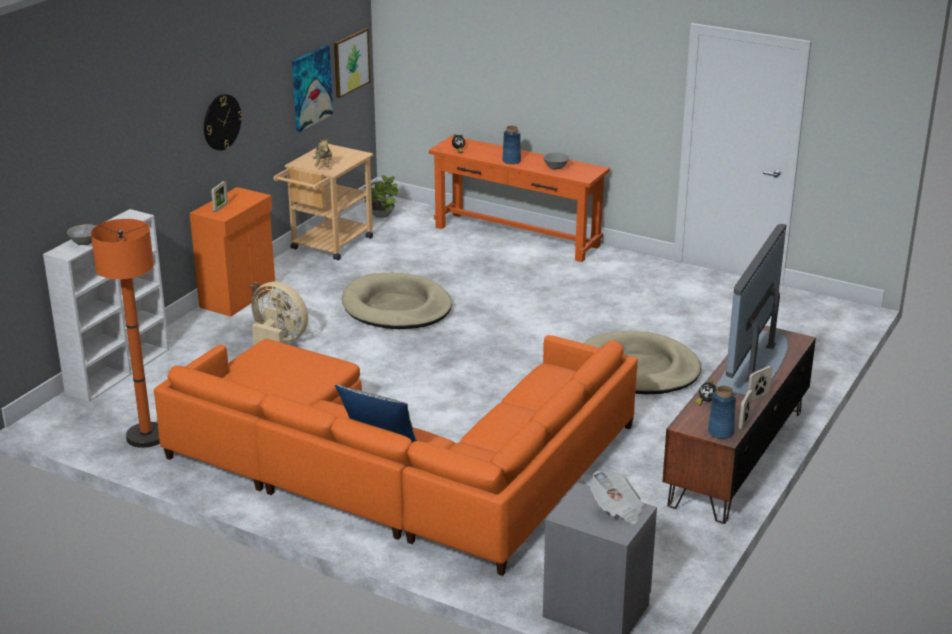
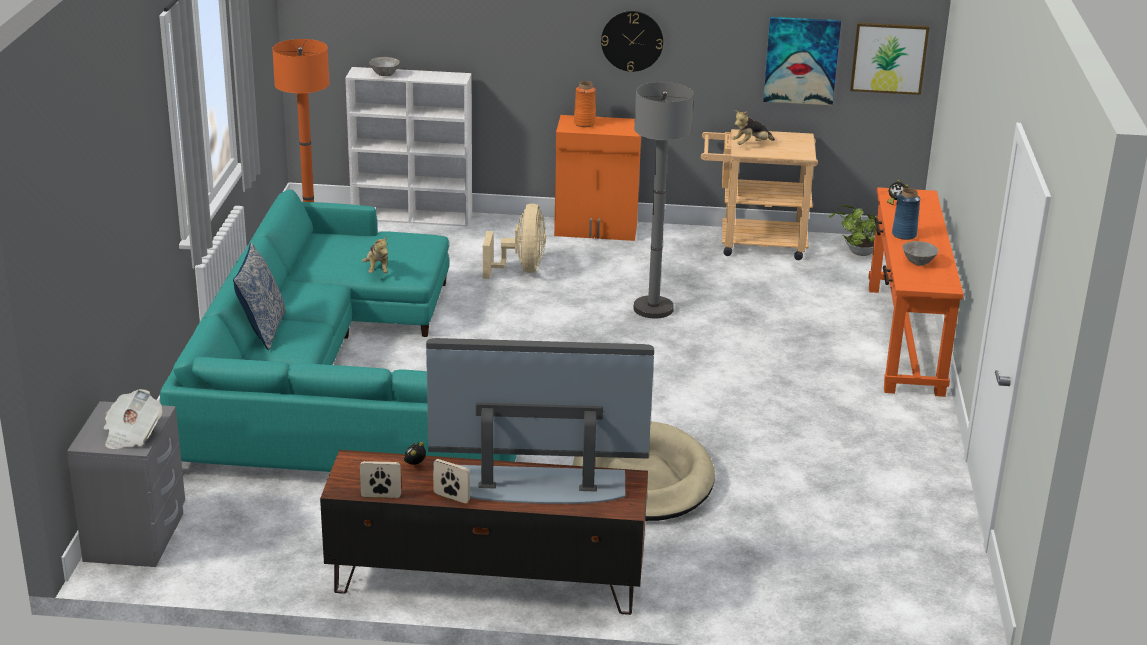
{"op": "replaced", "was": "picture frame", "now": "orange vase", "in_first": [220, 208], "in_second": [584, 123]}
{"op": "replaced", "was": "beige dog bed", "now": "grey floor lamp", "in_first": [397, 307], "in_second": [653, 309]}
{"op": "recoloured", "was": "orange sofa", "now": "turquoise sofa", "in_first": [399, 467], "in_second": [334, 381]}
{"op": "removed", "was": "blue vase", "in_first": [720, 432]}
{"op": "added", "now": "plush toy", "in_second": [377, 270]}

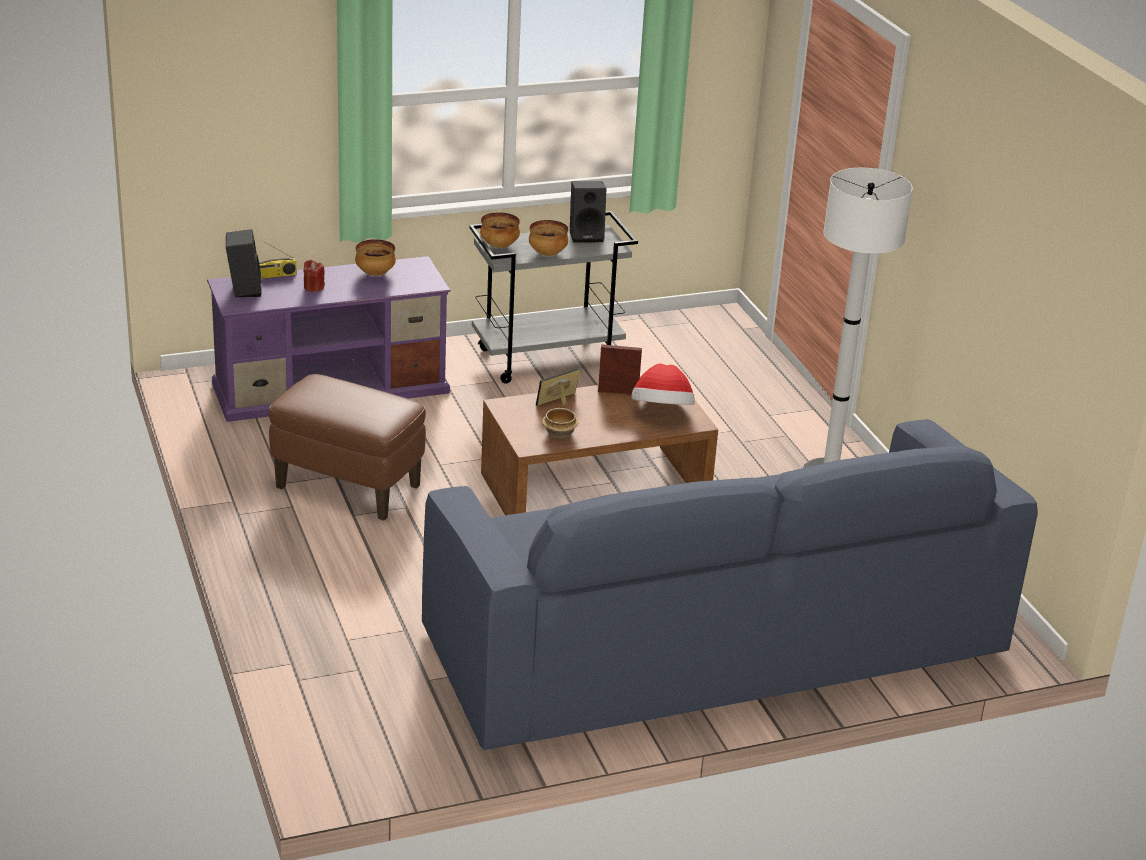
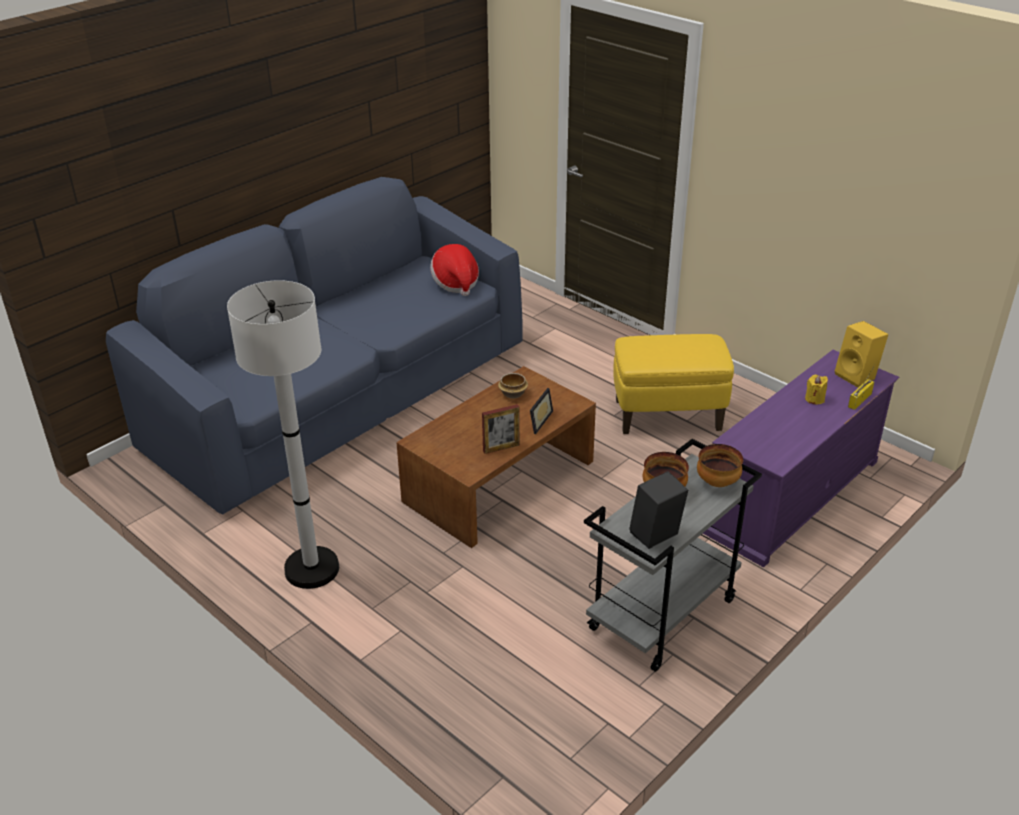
{"op": "recoloured", "was": "black speaker", "now": "yellow speaker", "in_first": [243, 289], "in_second": [857, 376]}
{"op": "removed", "was": "bowl", "in_first": [375, 274]}
{"op": "recoloured", "was": "red candle", "now": "yellow candle", "in_first": [313, 287], "in_second": [814, 399]}
{"op": "moved", "was": "hat", "in_first": [662, 412], "in_second": [455, 283]}
{"op": "recoloured", "was": "brown ottoman", "now": "yellow ottoman", "in_first": [349, 487], "in_second": [667, 415]}

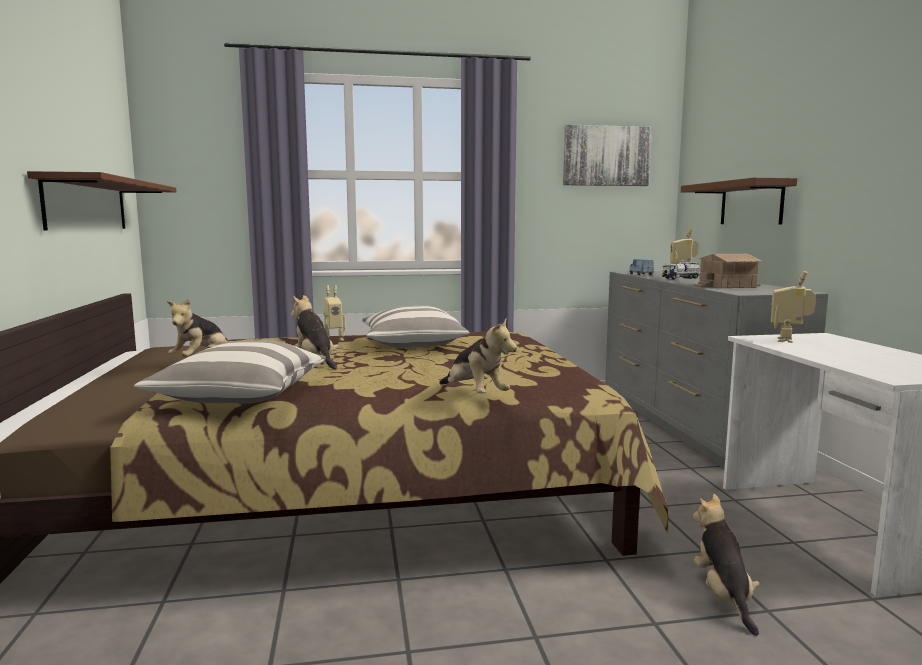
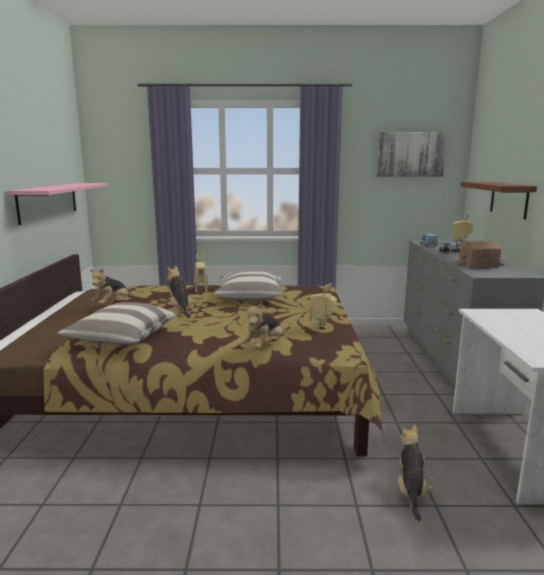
{"op": "recoloured", "was": "brown shelf", "now": "pink shelf", "in_first": [87, 205], "in_second": [48, 201]}
{"op": "moved", "was": "toy robot", "in_first": [789, 340], "in_second": [322, 329]}
{"op": "turned", "was": "plush toy", "in_first": [474, 395], "in_second": [264, 346], "clockwise": 60}

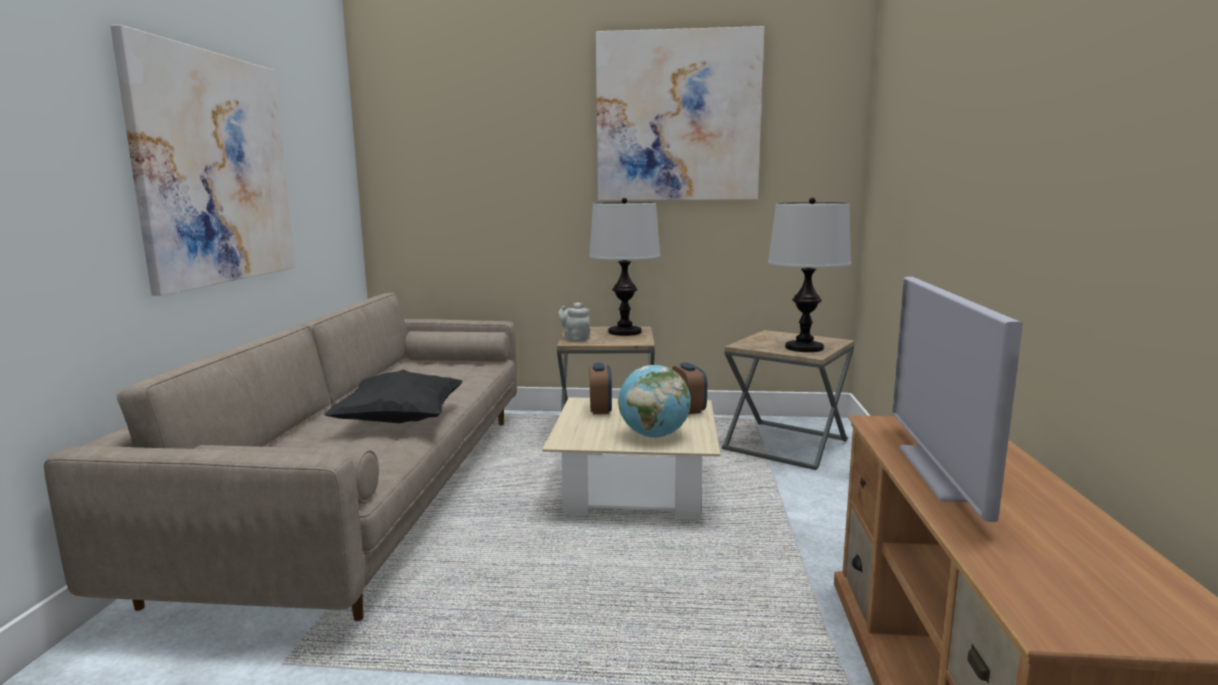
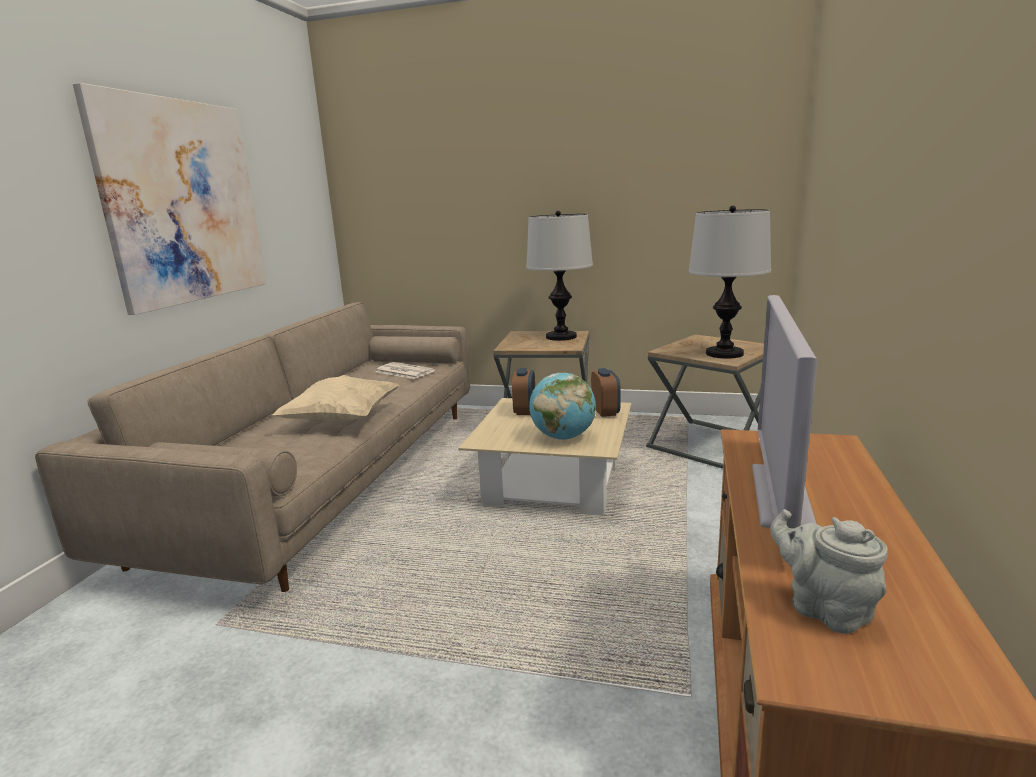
{"op": "removed", "was": "picture", "in_first": [677, 117]}
{"op": "moved", "was": "grey teapot", "in_first": [575, 338], "in_second": [824, 609]}
{"op": "recoloured", "was": "black pillow", "now": "beige pillow", "in_first": [400, 421], "in_second": [342, 420]}
{"op": "added", "now": "newspaper", "in_second": [403, 371]}

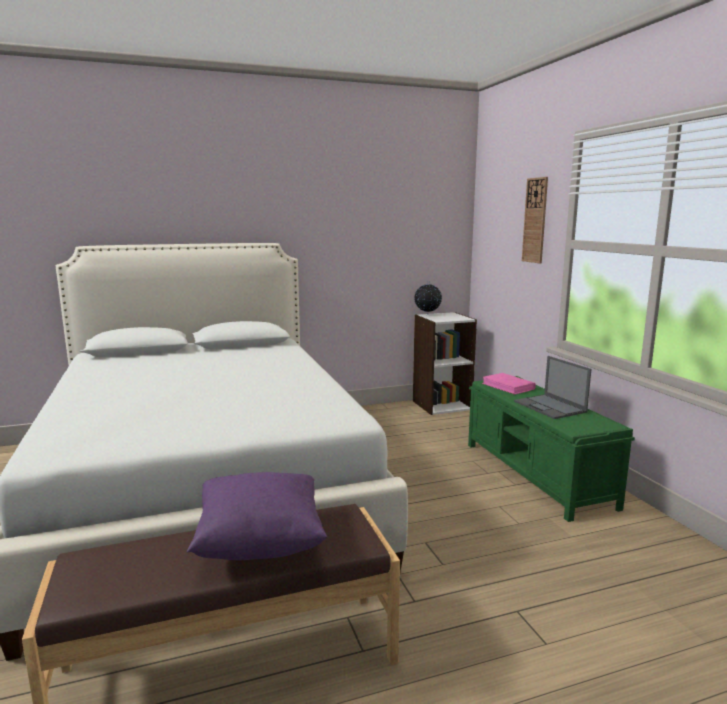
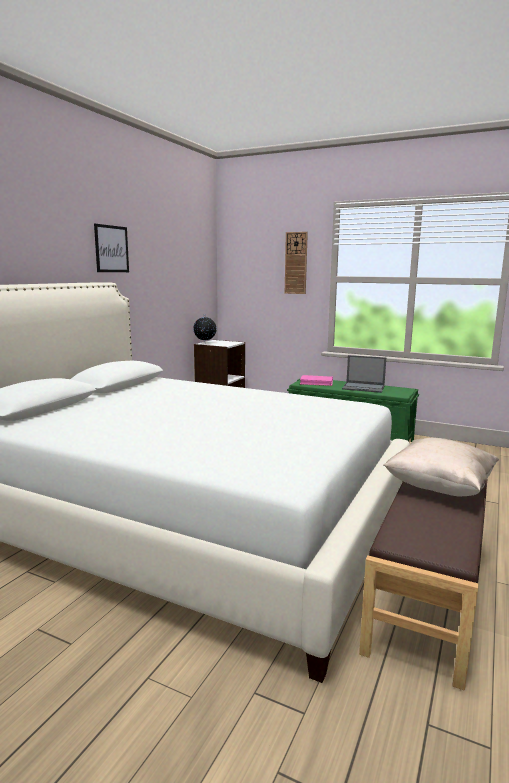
{"op": "recoloured", "was": "purple pillow", "now": "beige pillow", "in_first": [260, 543], "in_second": [439, 488]}
{"op": "added", "now": "picture", "in_second": [111, 249]}

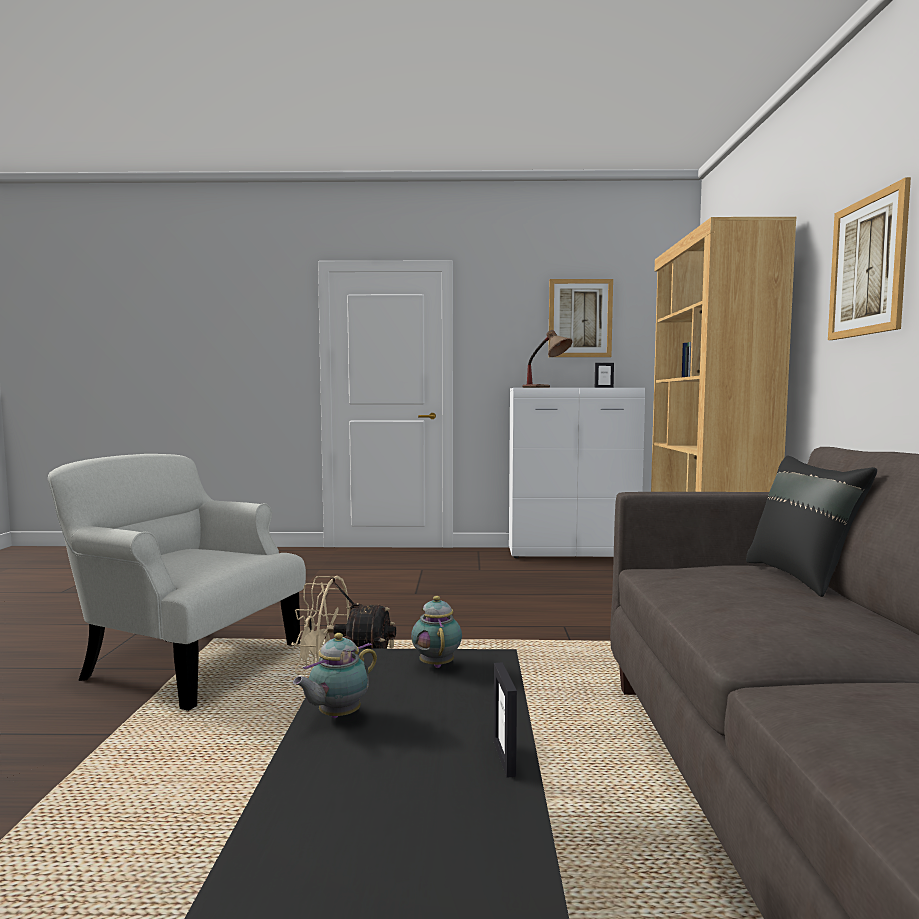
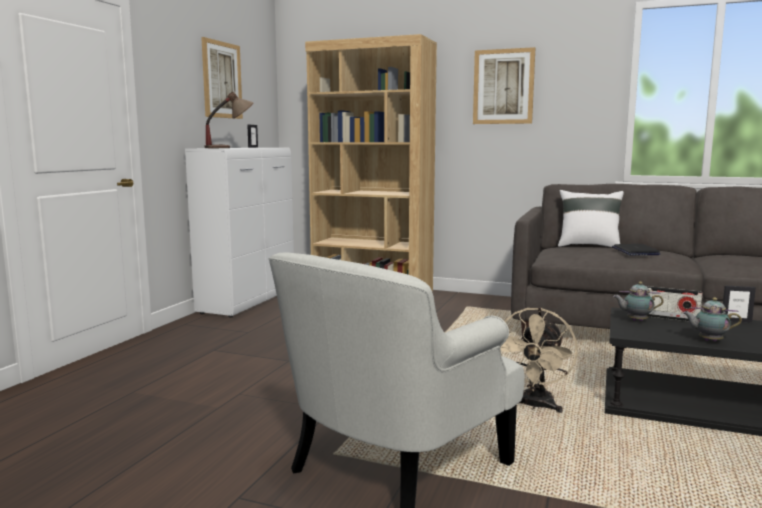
{"op": "recoloured", "was": "black pillow", "now": "white pillow", "in_first": [802, 577], "in_second": [588, 246]}
{"op": "turned", "was": "teapot", "in_first": [337, 716], "in_second": [708, 340], "clockwise": 135}
{"op": "added", "now": "laptop", "in_second": [635, 251]}
{"op": "added", "now": "radio", "in_second": [670, 318]}

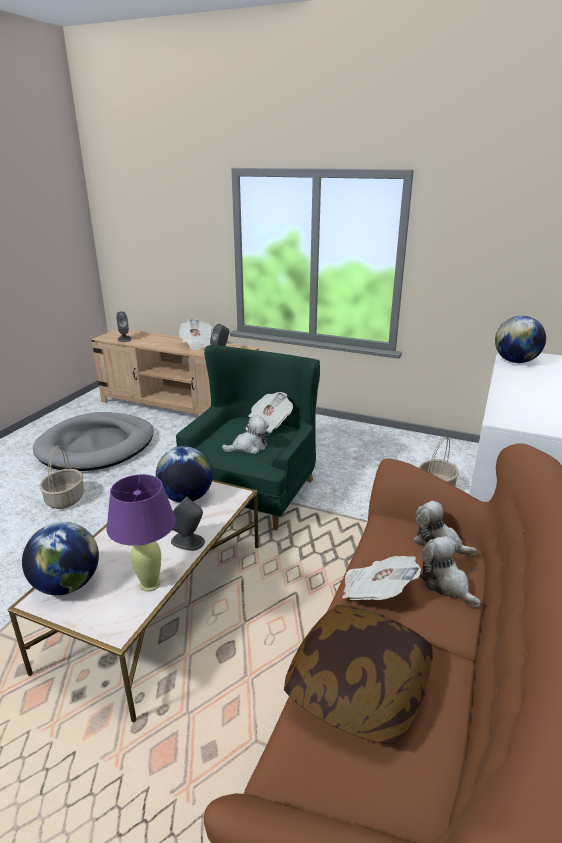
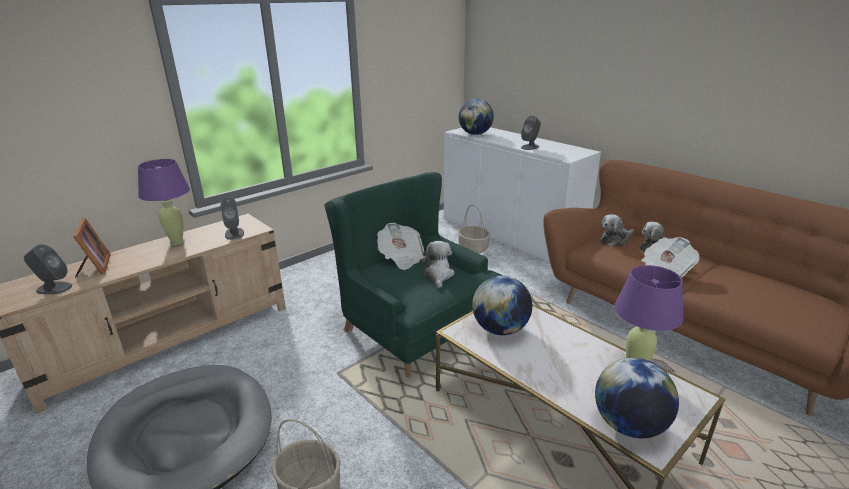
{"op": "replaced", "was": "newspaper", "now": "purple table lamp", "in_first": [197, 344], "in_second": [177, 241]}
{"op": "moved", "was": "grey speaker", "in_first": [188, 541], "in_second": [530, 147]}
{"op": "removed", "was": "pillow", "in_first": [358, 686]}
{"op": "added", "now": "picture frame", "in_second": [95, 267]}

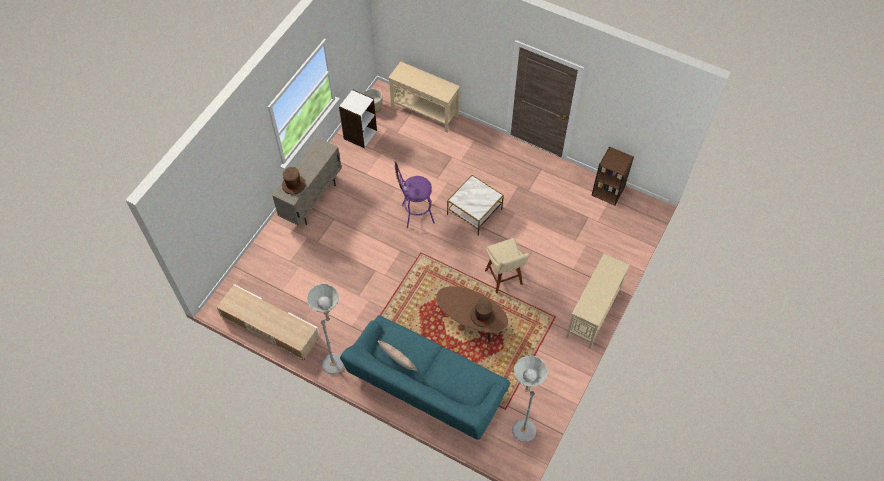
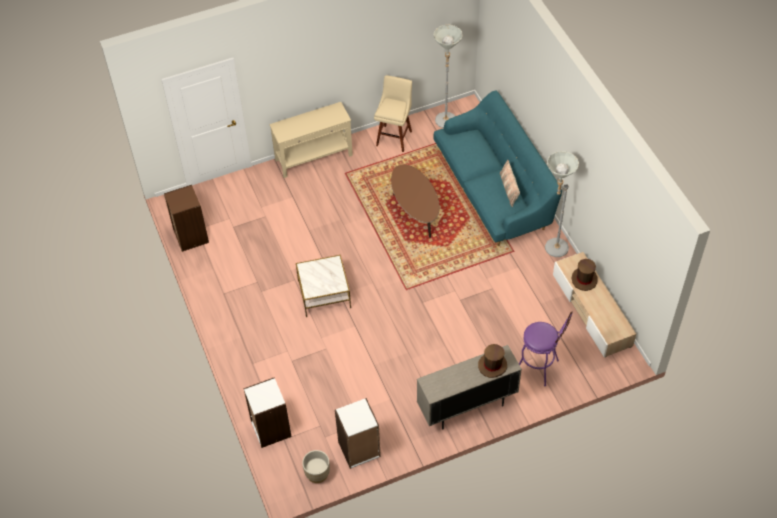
{"op": "replaced", "was": "beige console table", "now": "white bookcase", "in_first": [424, 113], "in_second": [270, 429]}
{"op": "moved", "was": "purple stool", "in_first": [414, 215], "in_second": [540, 368]}
{"op": "moved", "was": "beige stool", "in_first": [504, 279], "in_second": [394, 137]}
{"op": "moved", "was": "brown hat", "in_first": [482, 315], "in_second": [584, 279]}

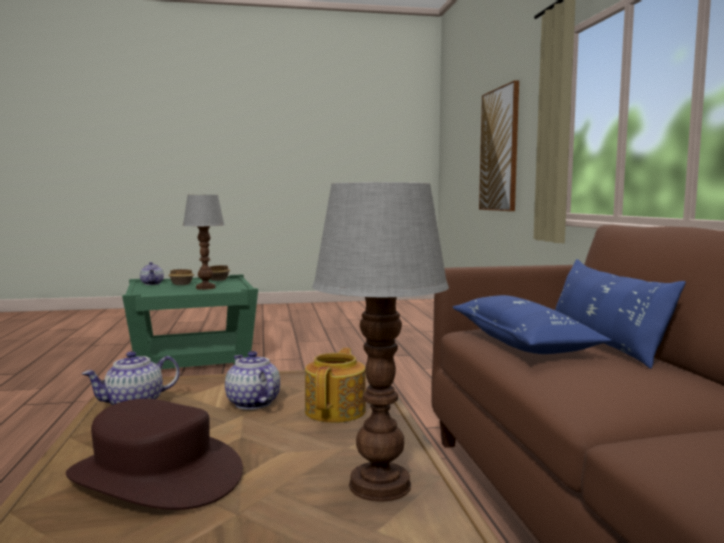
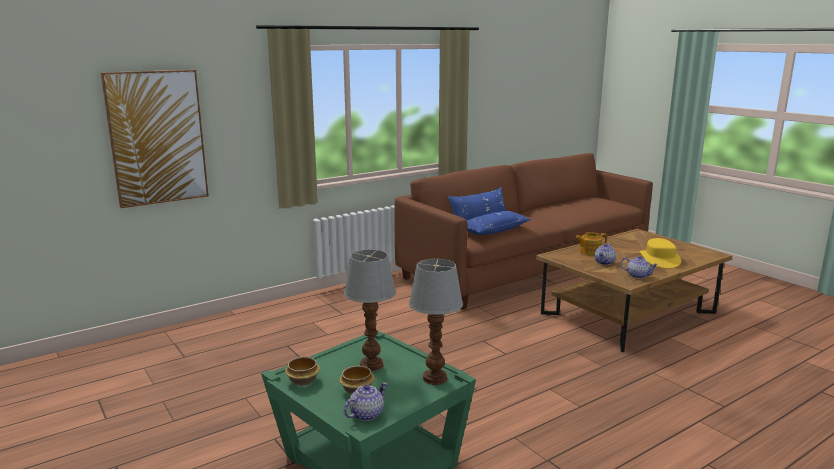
{"op": "moved", "was": "table lamp", "in_first": [377, 485], "in_second": [435, 378]}
{"op": "recoloured", "was": "brown hat", "now": "yellow hat", "in_first": [154, 475], "in_second": [659, 259]}

